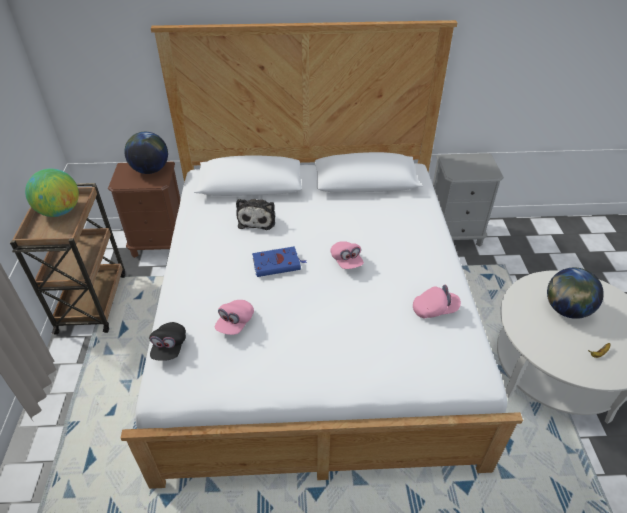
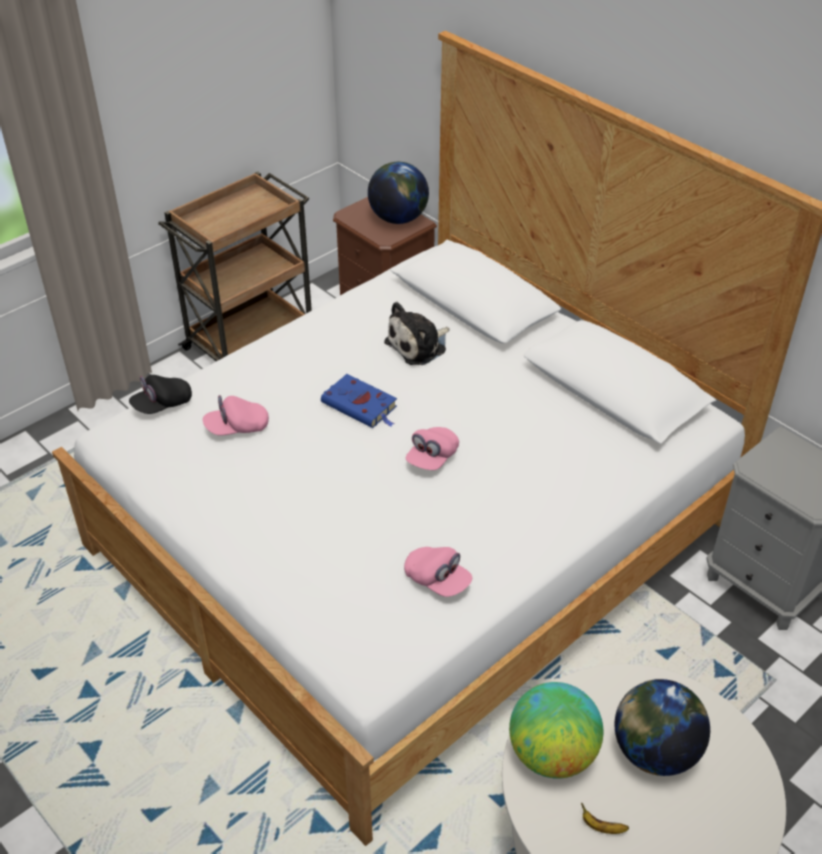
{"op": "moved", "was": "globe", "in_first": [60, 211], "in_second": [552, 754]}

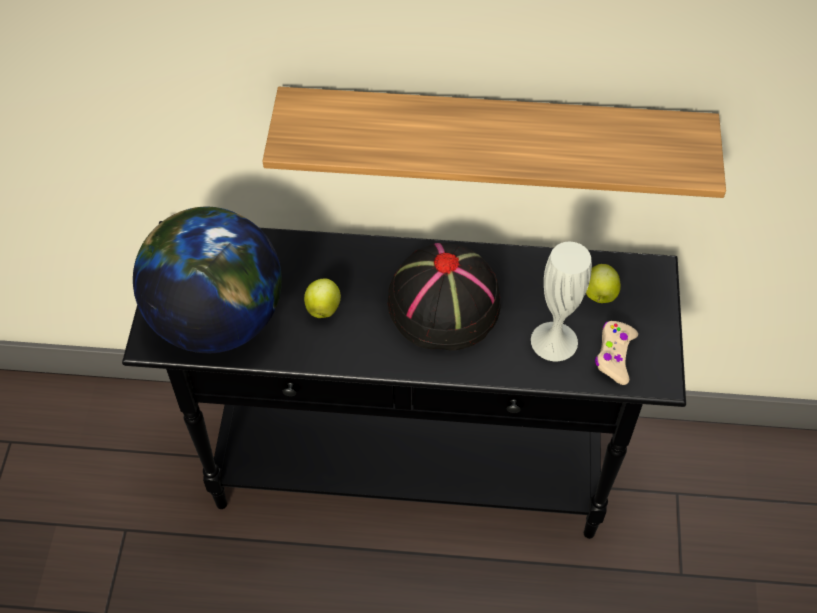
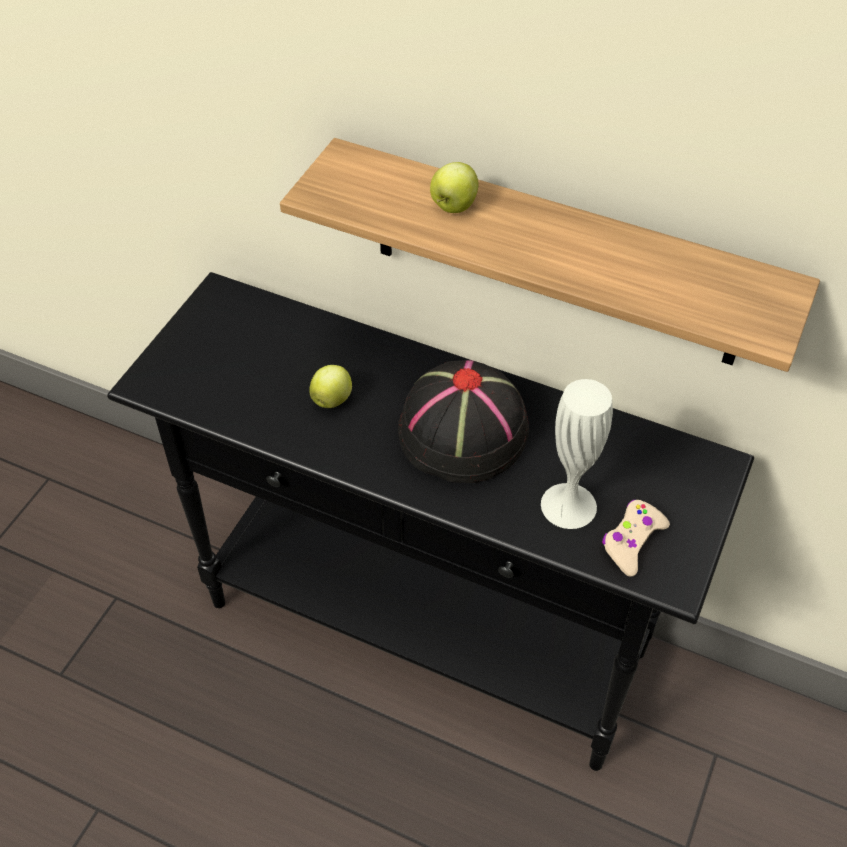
{"op": "removed", "was": "globe", "in_first": [218, 319]}
{"op": "moved", "was": "apple", "in_first": [599, 295], "in_second": [453, 206]}

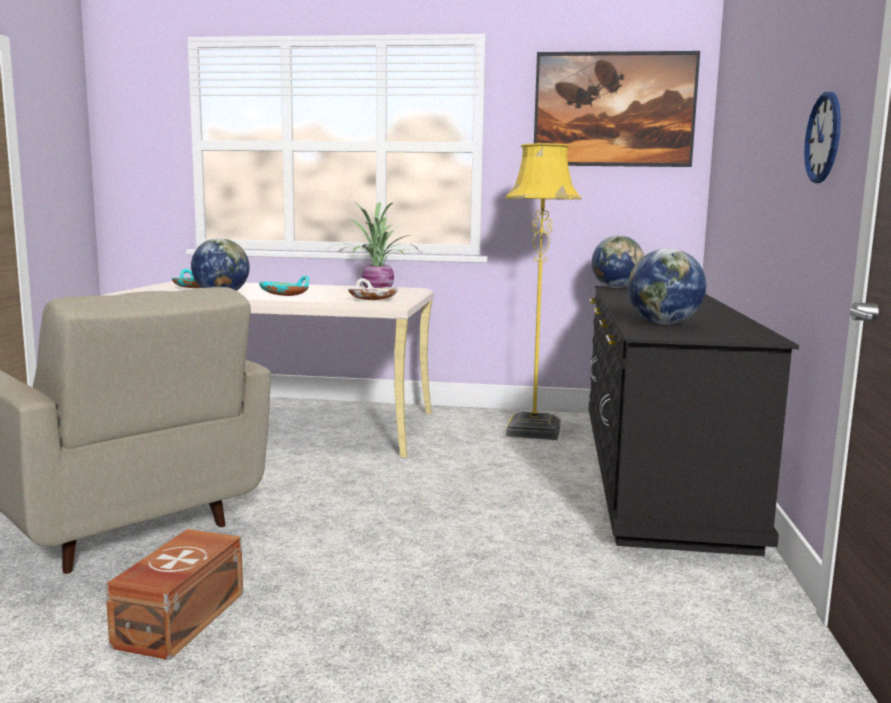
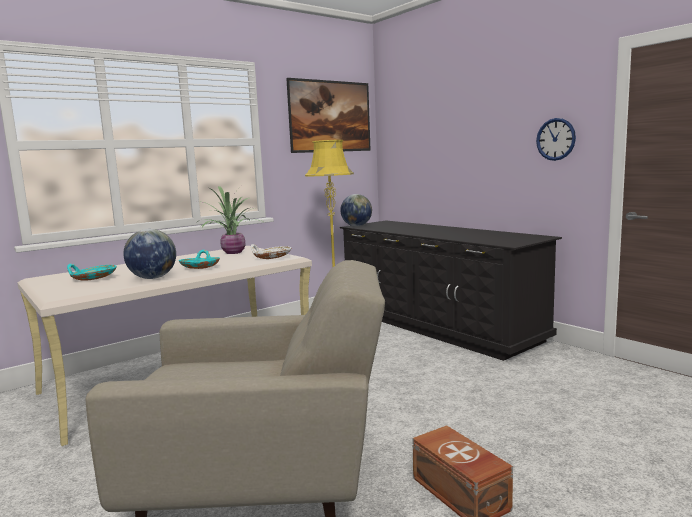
{"op": "removed", "was": "globe", "in_first": [663, 324]}

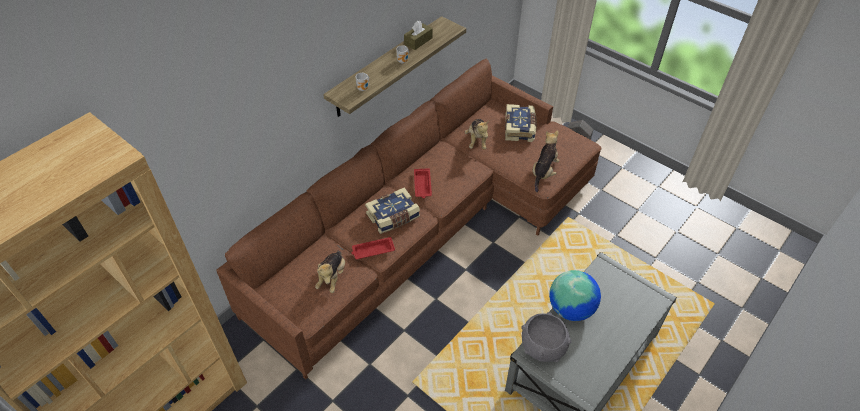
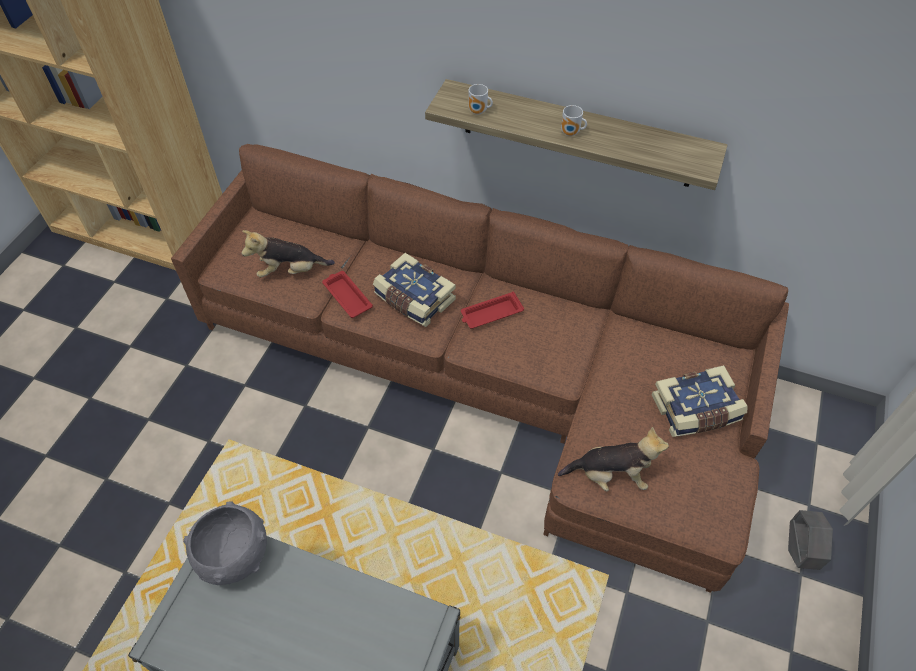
{"op": "removed", "was": "brown tissue box", "in_first": [418, 41]}
{"op": "removed", "was": "plush toy", "in_first": [477, 140]}
{"op": "removed", "was": "globe", "in_first": [571, 309]}

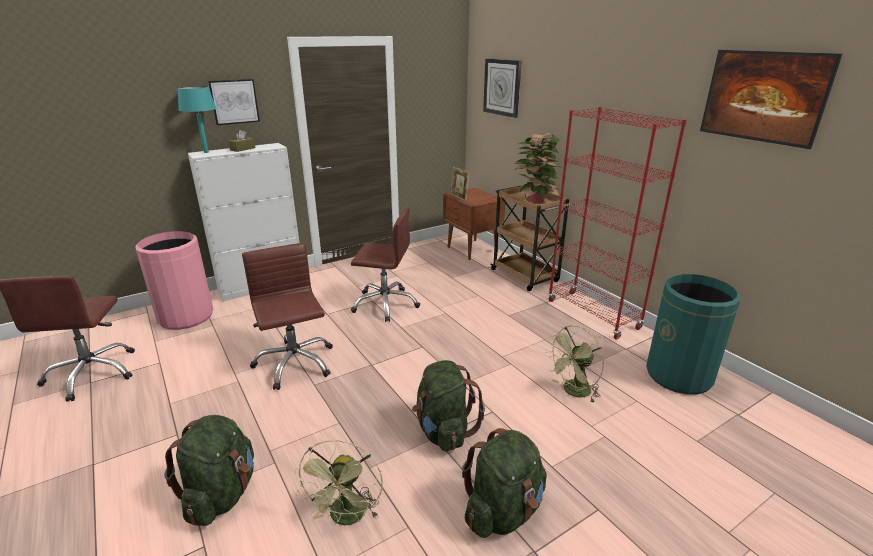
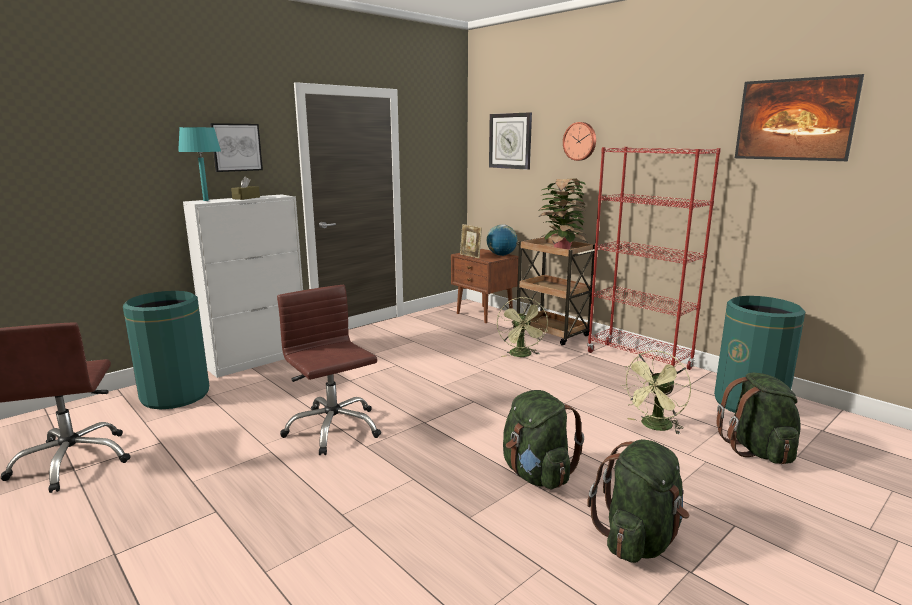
{"op": "removed", "was": "brown office chair", "in_first": [385, 304]}
{"op": "recoloured", "was": "pink trash can", "now": "green trash can", "in_first": [185, 316], "in_second": [175, 395]}
{"op": "moved", "was": "green backpack", "in_first": [222, 494], "in_second": [758, 450]}
{"op": "moved", "was": "green fan", "in_first": [347, 518], "in_second": [522, 355]}
{"op": "added", "now": "wall clock", "in_second": [580, 141]}
{"op": "added", "now": "globe", "in_second": [501, 255]}

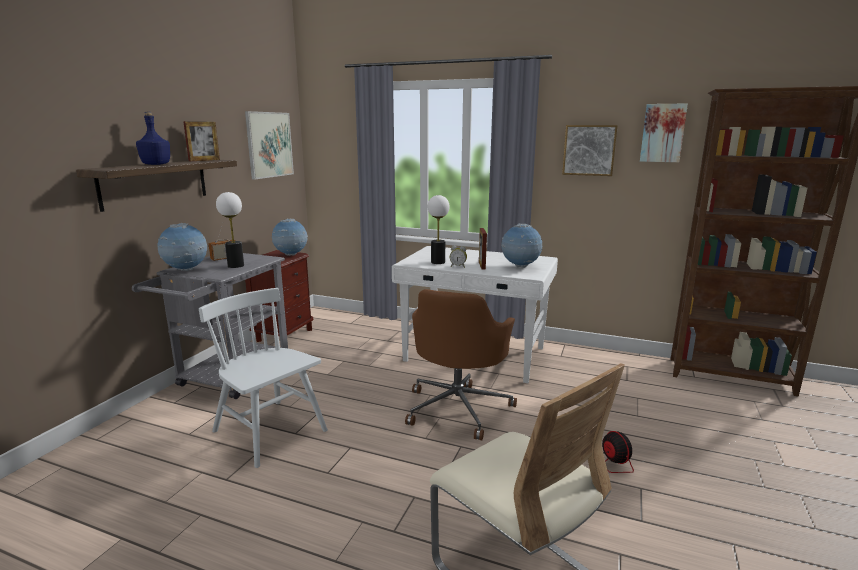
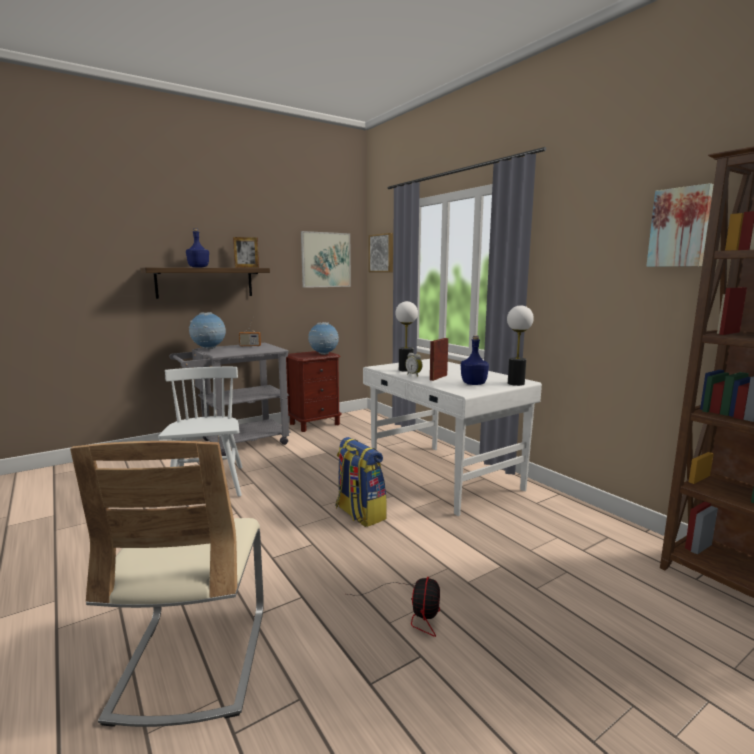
{"op": "moved", "was": "picture", "in_first": [589, 150], "in_second": [382, 253]}
{"op": "moved", "was": "table lamp", "in_first": [235, 265], "in_second": [515, 383]}
{"op": "replaced", "was": "globe", "now": "blue bottle", "in_first": [520, 267], "in_second": [474, 384]}
{"op": "replaced", "was": "brown office chair", "now": "backpack", "in_first": [458, 407], "in_second": [359, 514]}

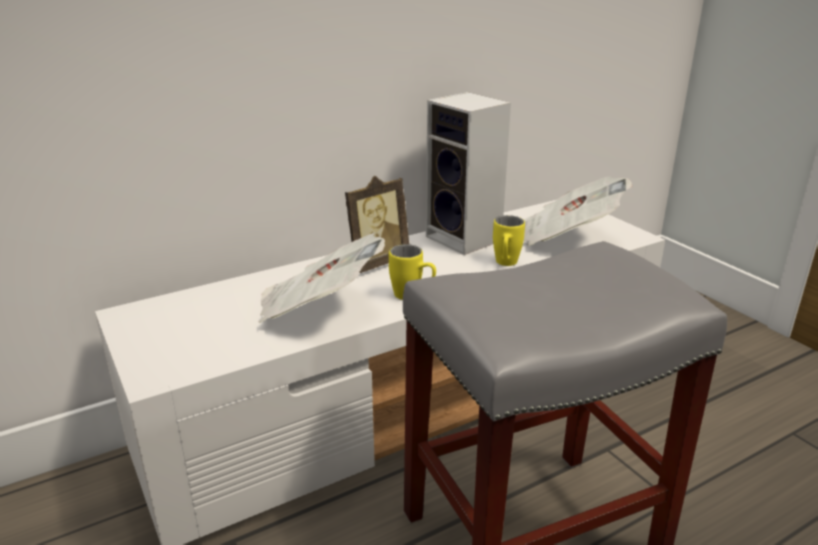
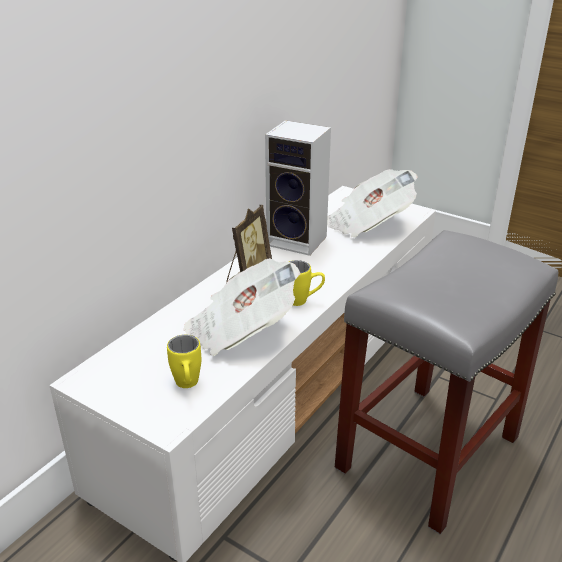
{"op": "moved", "was": "yellow mug", "in_first": [505, 264], "in_second": [187, 386]}

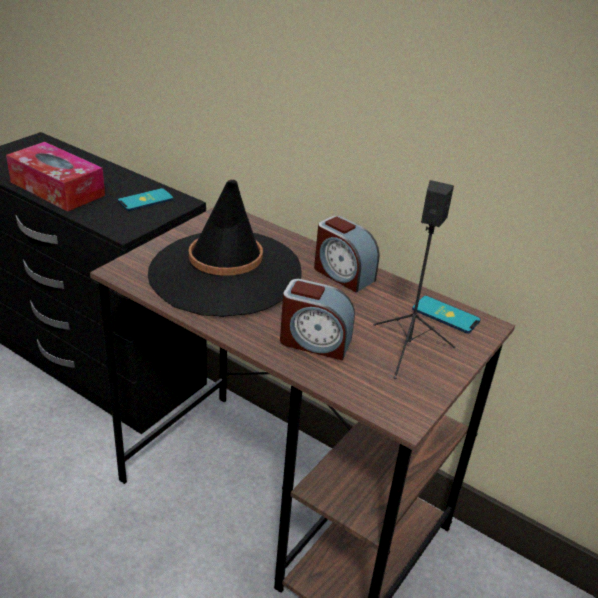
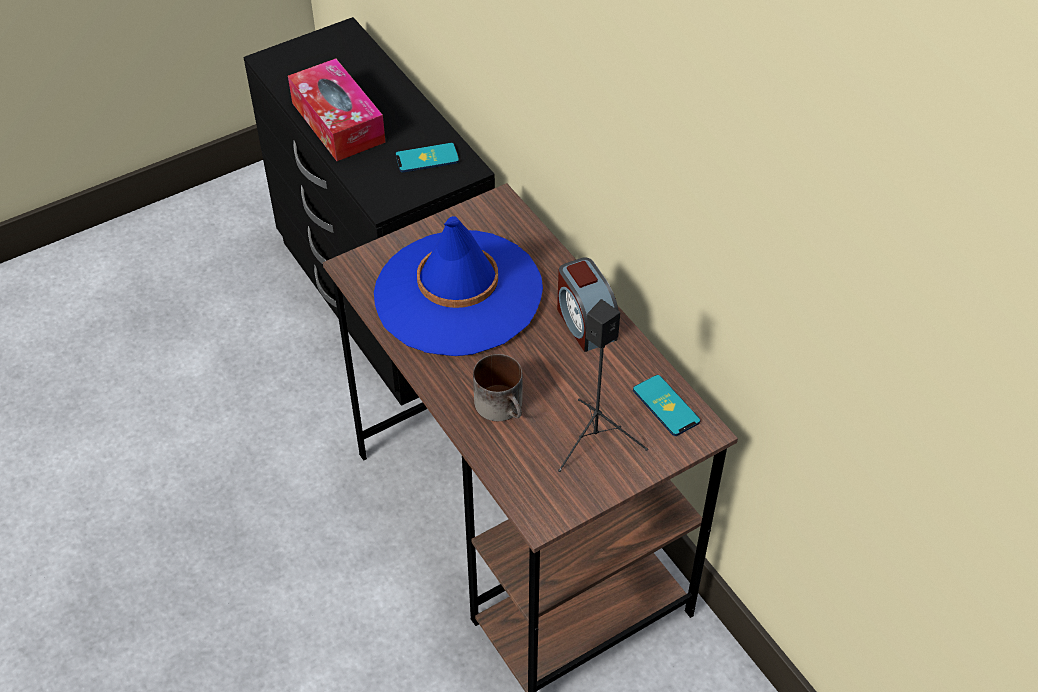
{"op": "recoloured", "was": "black hat", "now": "blue hat", "in_first": [225, 273], "in_second": [457, 293]}
{"op": "replaced", "was": "alarm clock", "now": "mug", "in_first": [314, 342], "in_second": [503, 406]}

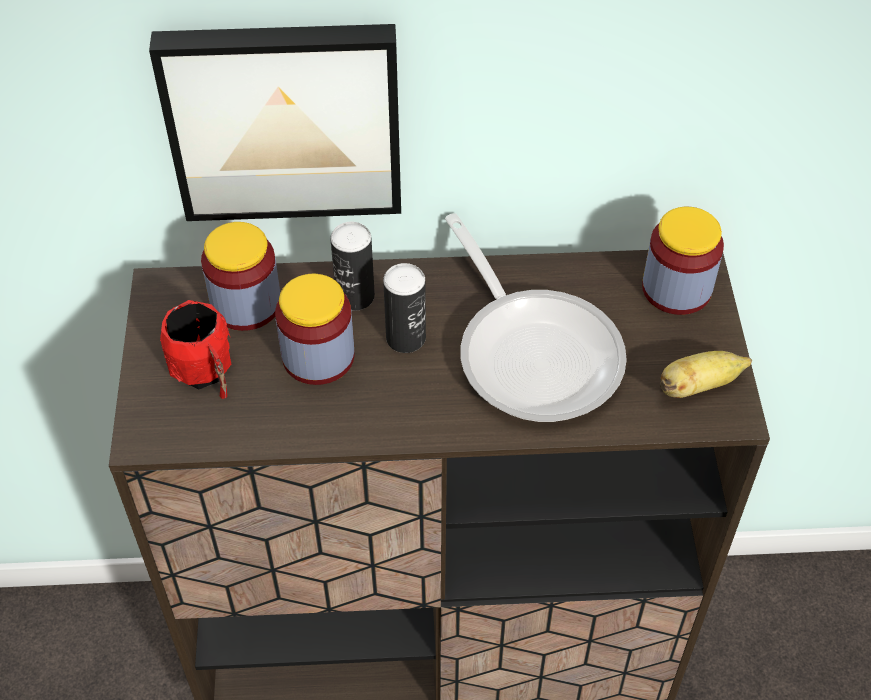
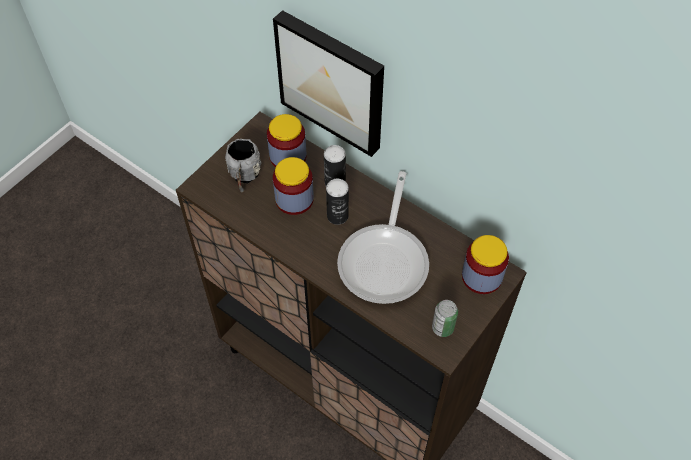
{"op": "recoloured", "was": "red mug", "now": "grey mug", "in_first": [206, 375], "in_second": [244, 177]}
{"op": "replaced", "was": "banana", "now": "can", "in_first": [698, 386], "in_second": [442, 328]}

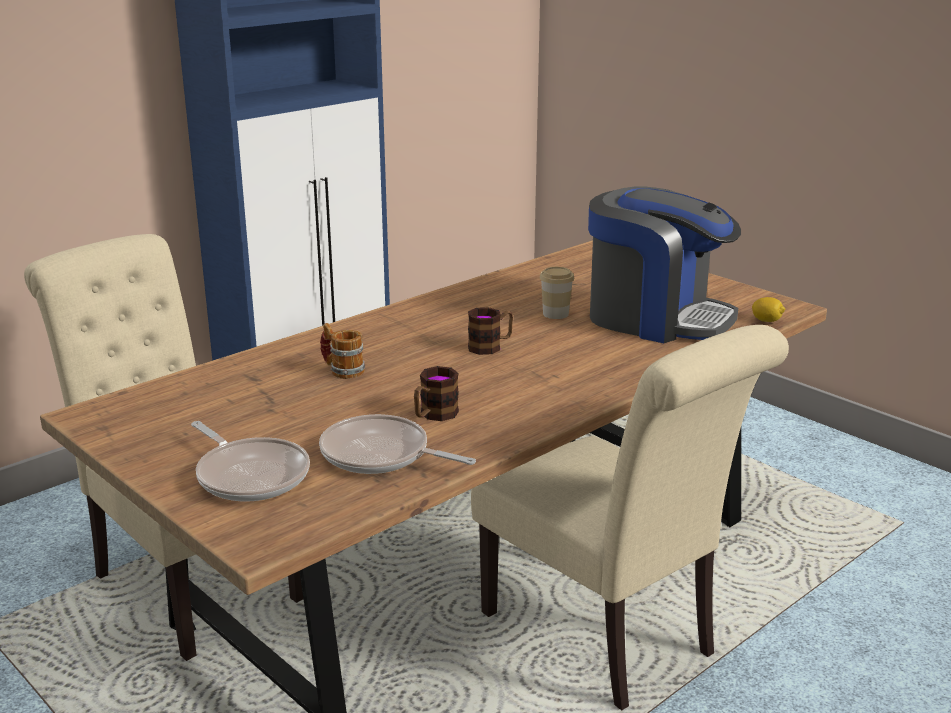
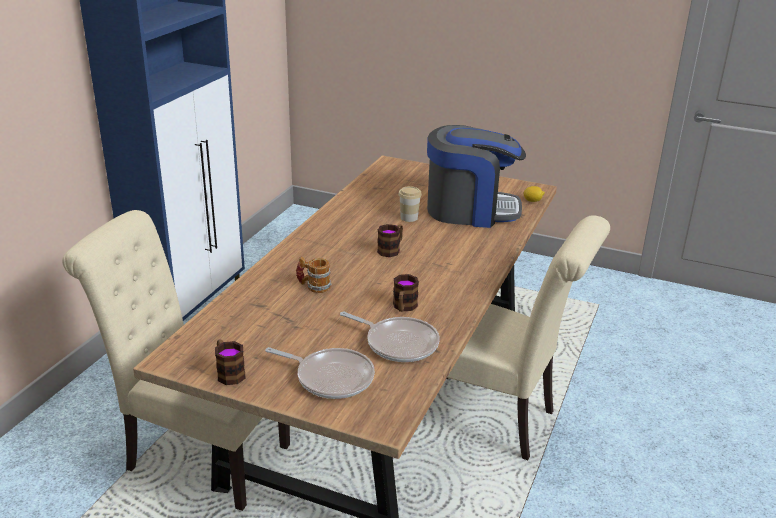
{"op": "turned", "was": "frying pan", "in_first": [380, 455], "in_second": [398, 343], "clockwise": -150}
{"op": "added", "now": "mug", "in_second": [228, 372]}

